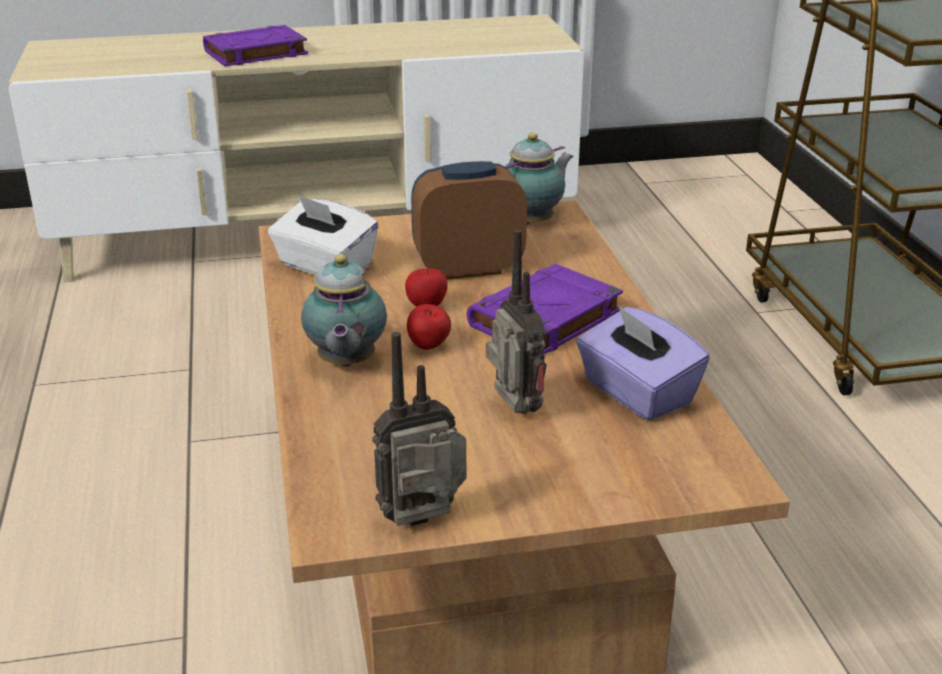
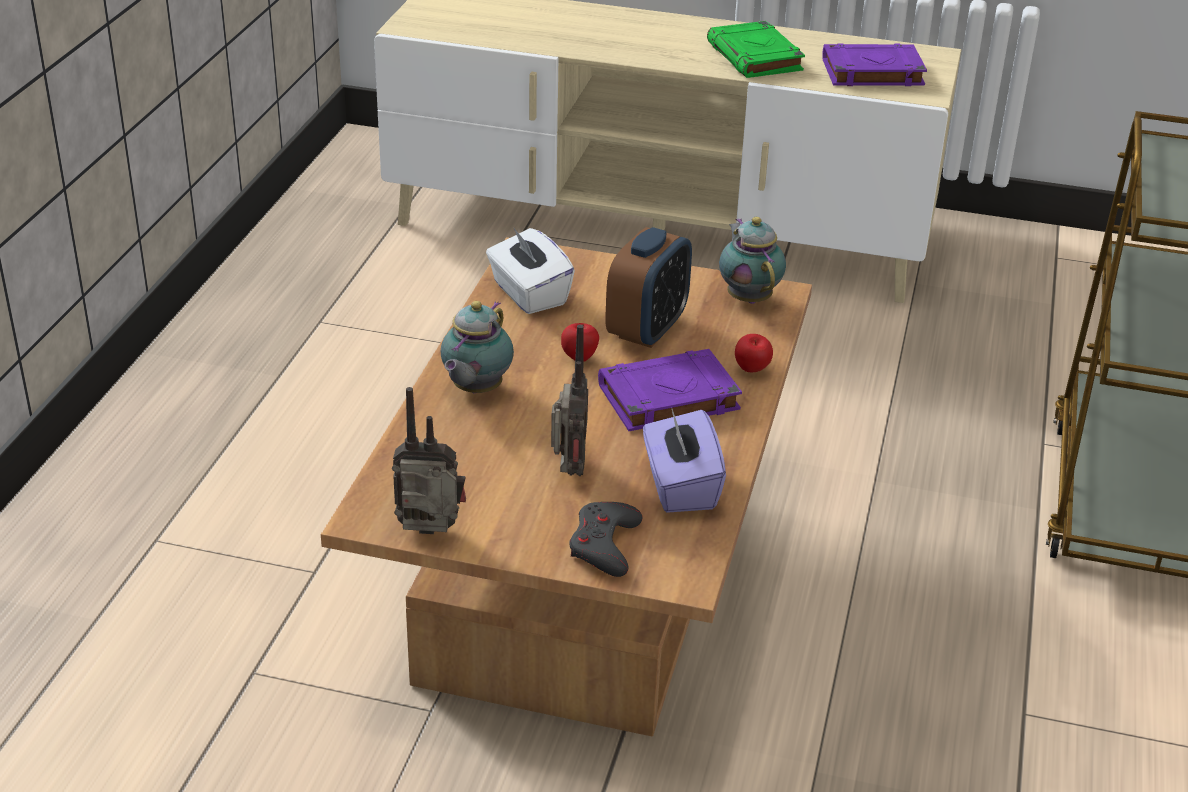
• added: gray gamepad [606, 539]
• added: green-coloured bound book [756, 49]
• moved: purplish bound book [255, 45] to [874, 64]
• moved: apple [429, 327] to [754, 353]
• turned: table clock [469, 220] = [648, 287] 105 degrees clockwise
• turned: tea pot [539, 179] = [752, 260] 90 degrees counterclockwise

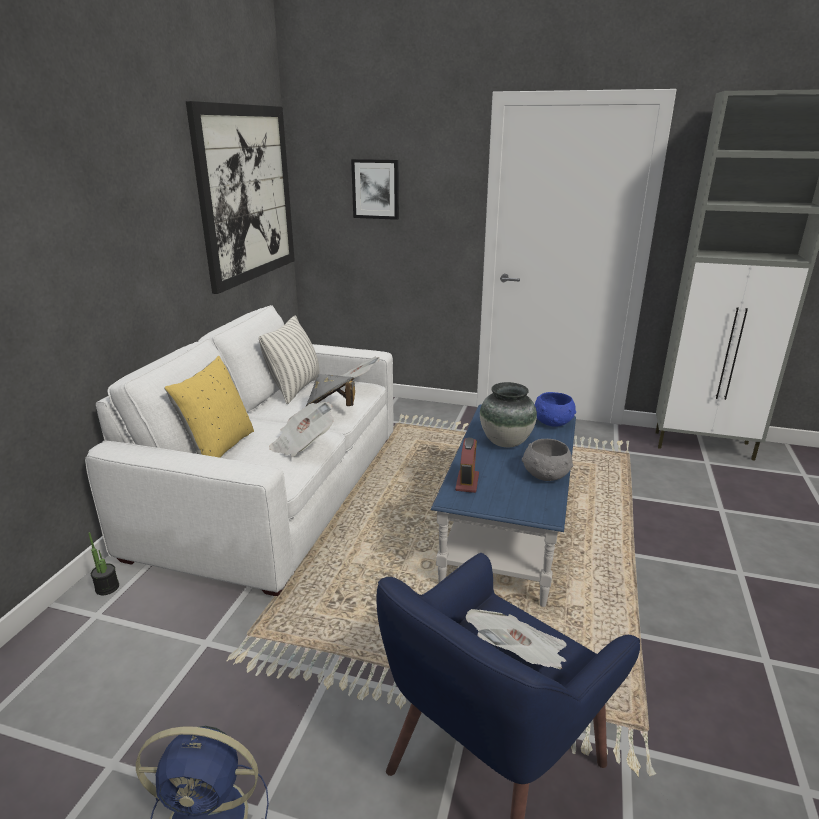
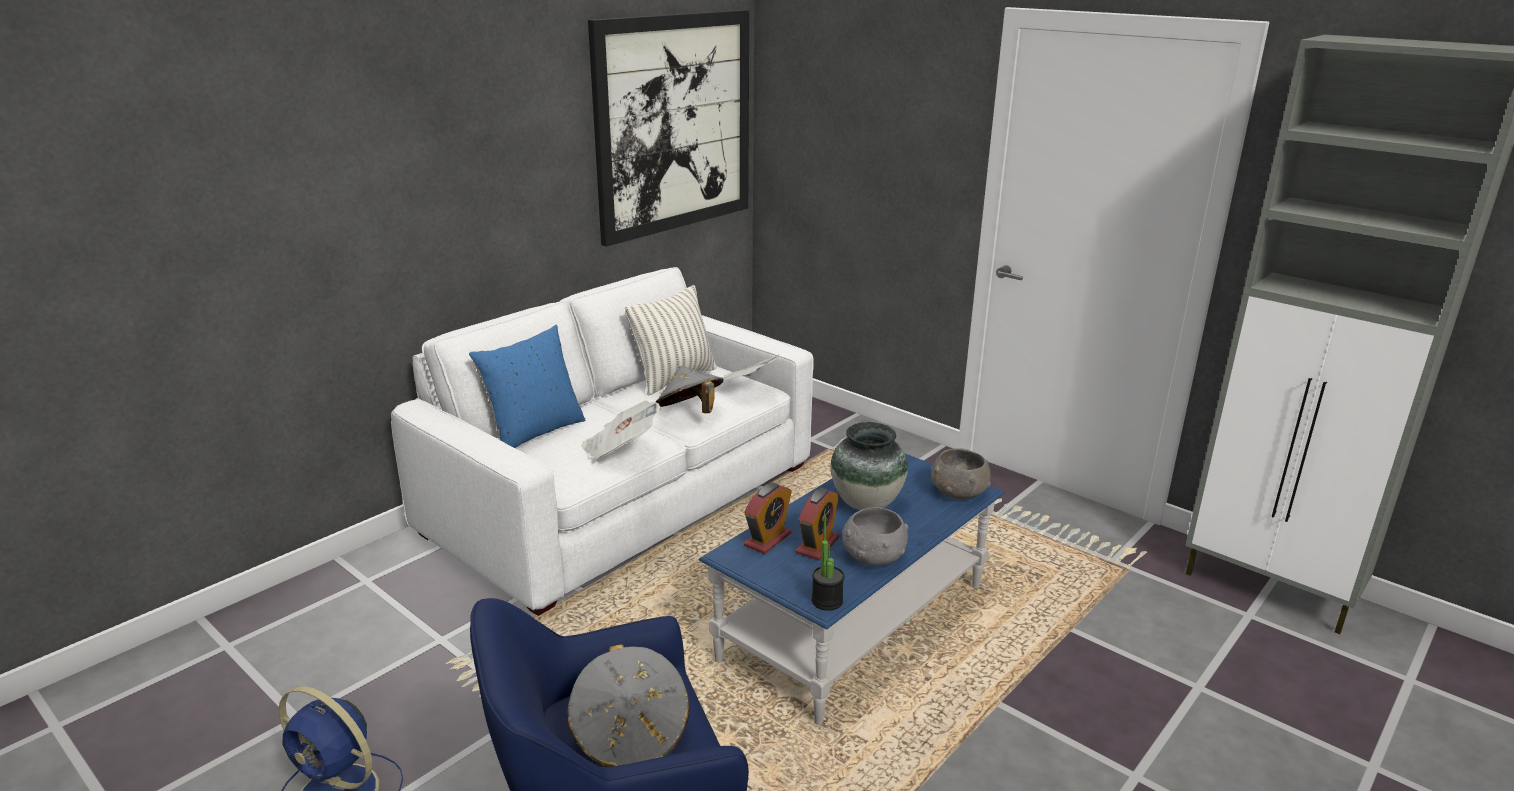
• removed: picture [375, 189]
• added: table clock [817, 524]
• moved: plant in a pot [103, 563] to [827, 564]
• replaced: newspaper [516, 639] to gray wearable hat [628, 705]
• recoloured: yellow-coloured cushion [209, 407] to blue cushion [527, 386]
• recoloured: blue bowl [555, 409] to gray bowl [961, 473]

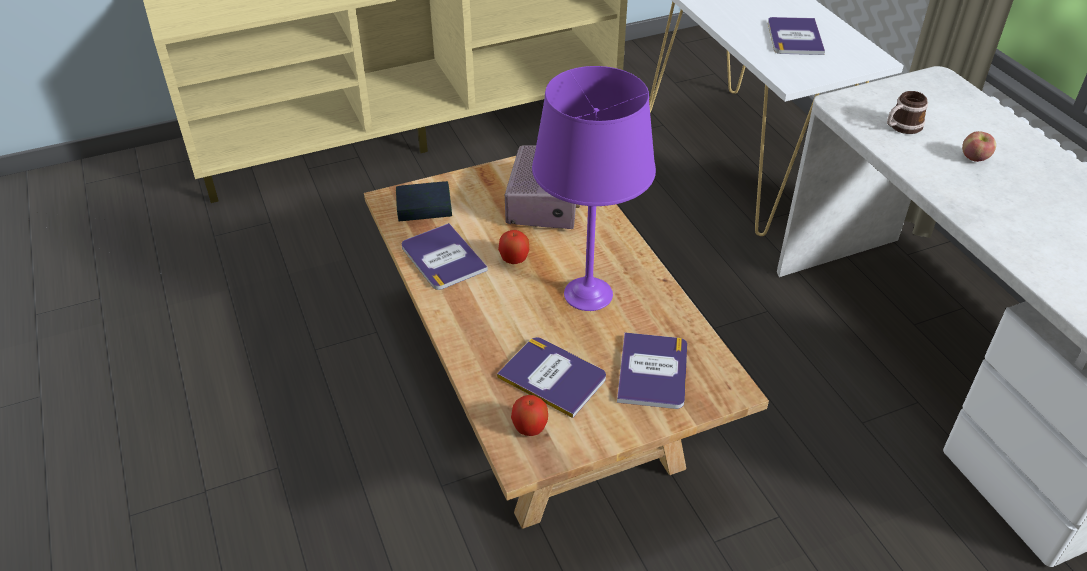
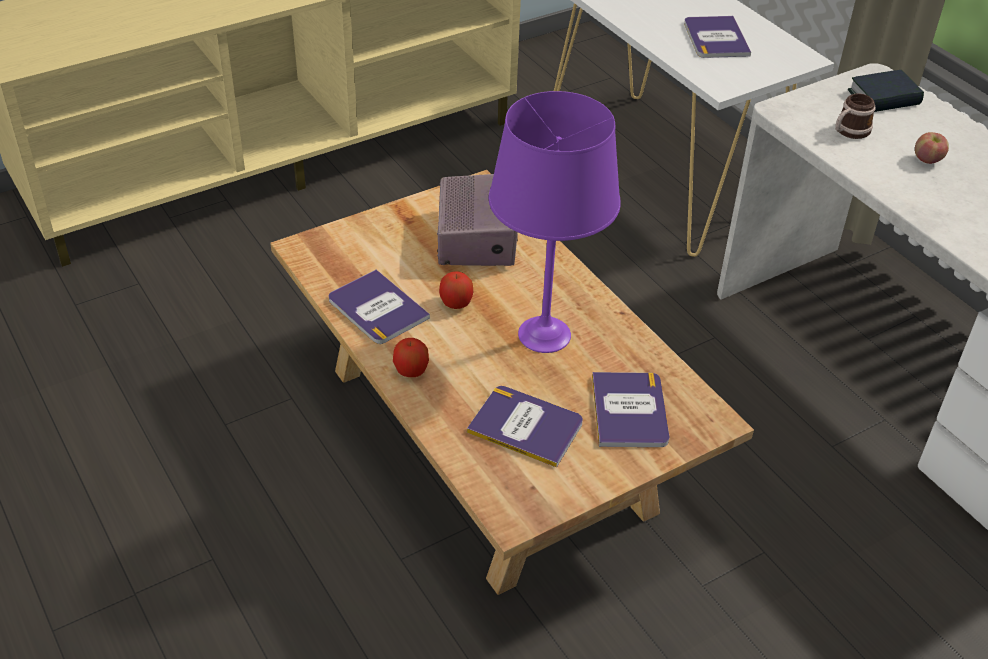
• moved: bound book [424, 201] to [886, 91]
• moved: apple [529, 415] to [411, 357]

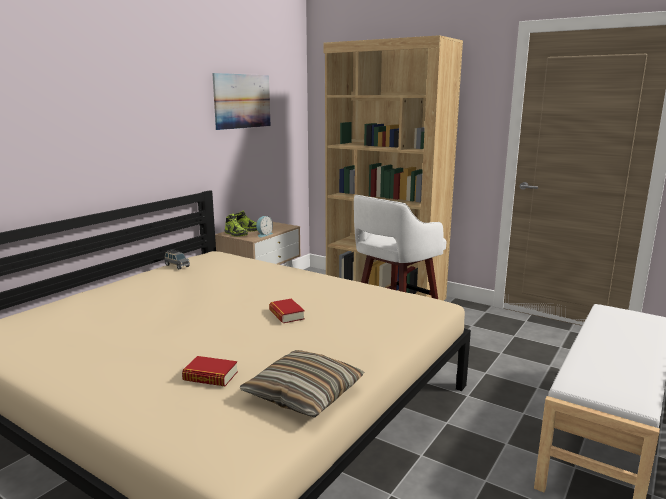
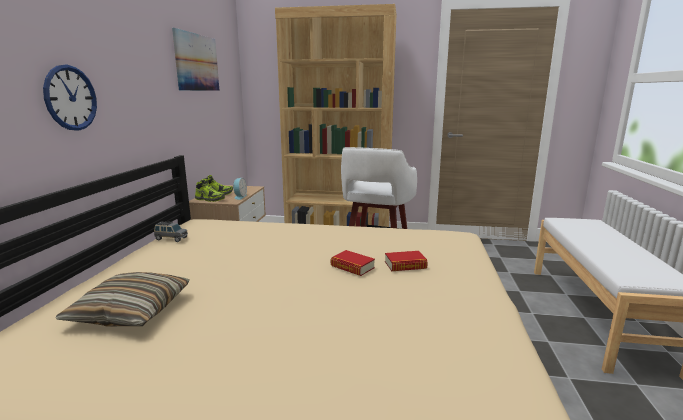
• added: wall clock [70, 98]
• moved: bound book [210, 371] to [406, 261]
• moved: cushion [302, 384] to [122, 299]

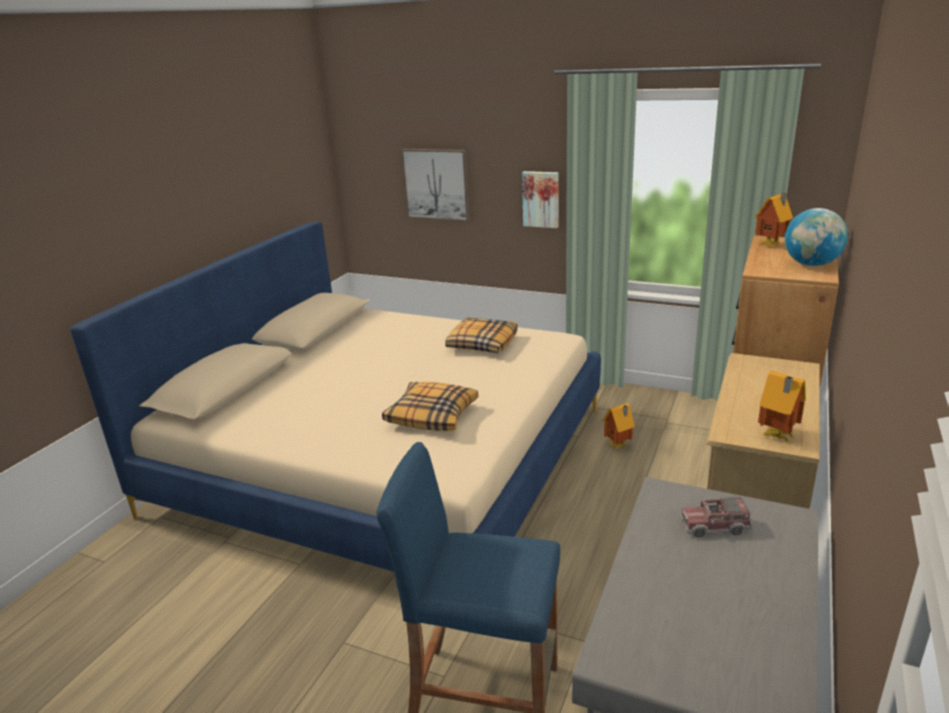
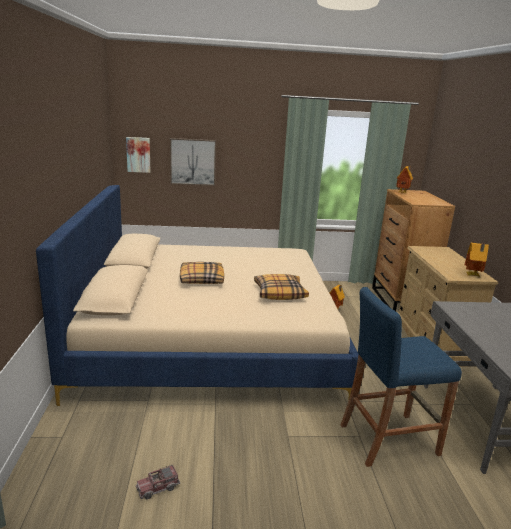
• removed: desk globe [816, 237]
• moved: cushion [481, 335] to [202, 273]
• moved: picture [540, 199] to [138, 155]
• moved: toy lorry [716, 517] to [158, 482]

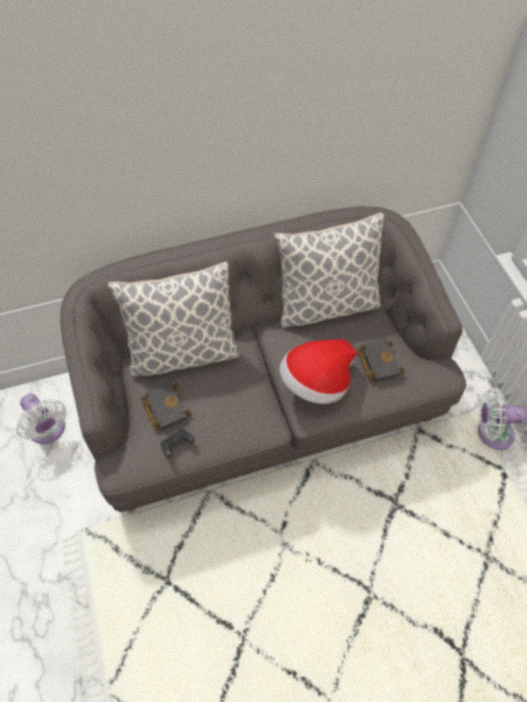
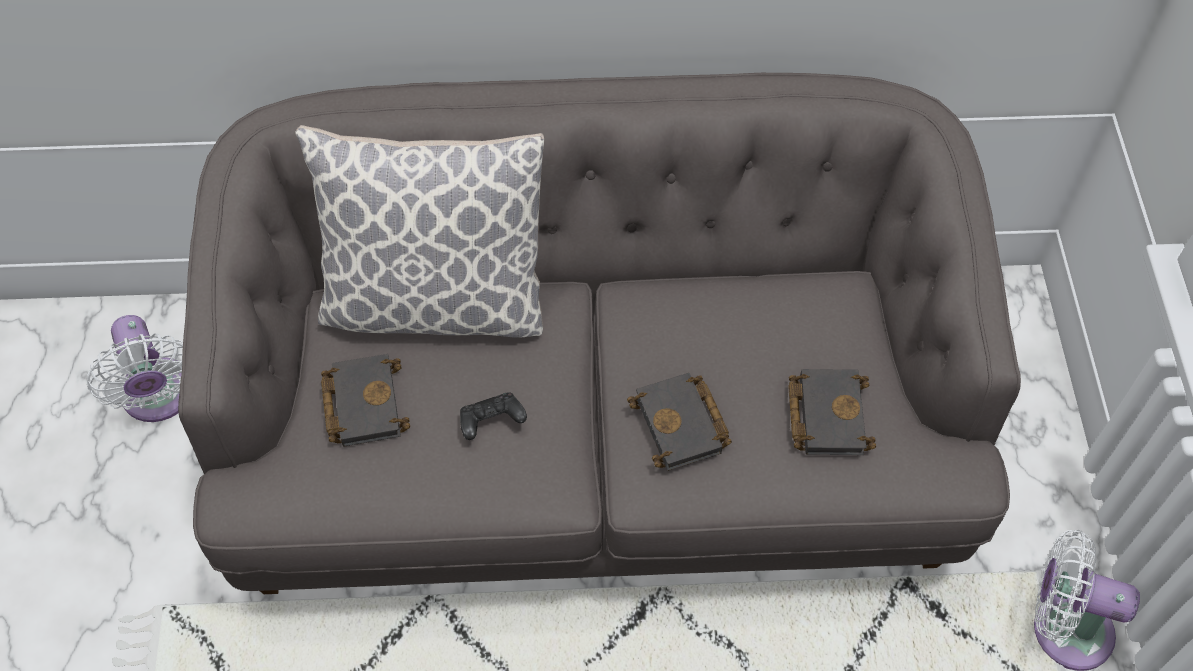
• removed: cushion [329, 269]
• moved: black gamepad [177, 443] to [493, 416]
• replaced: wearable hat [319, 371] to black bound book [679, 422]

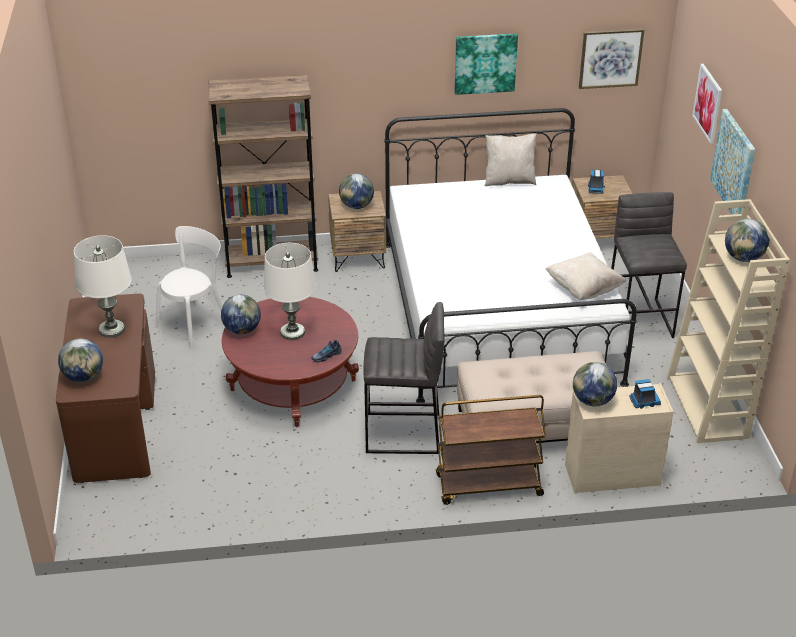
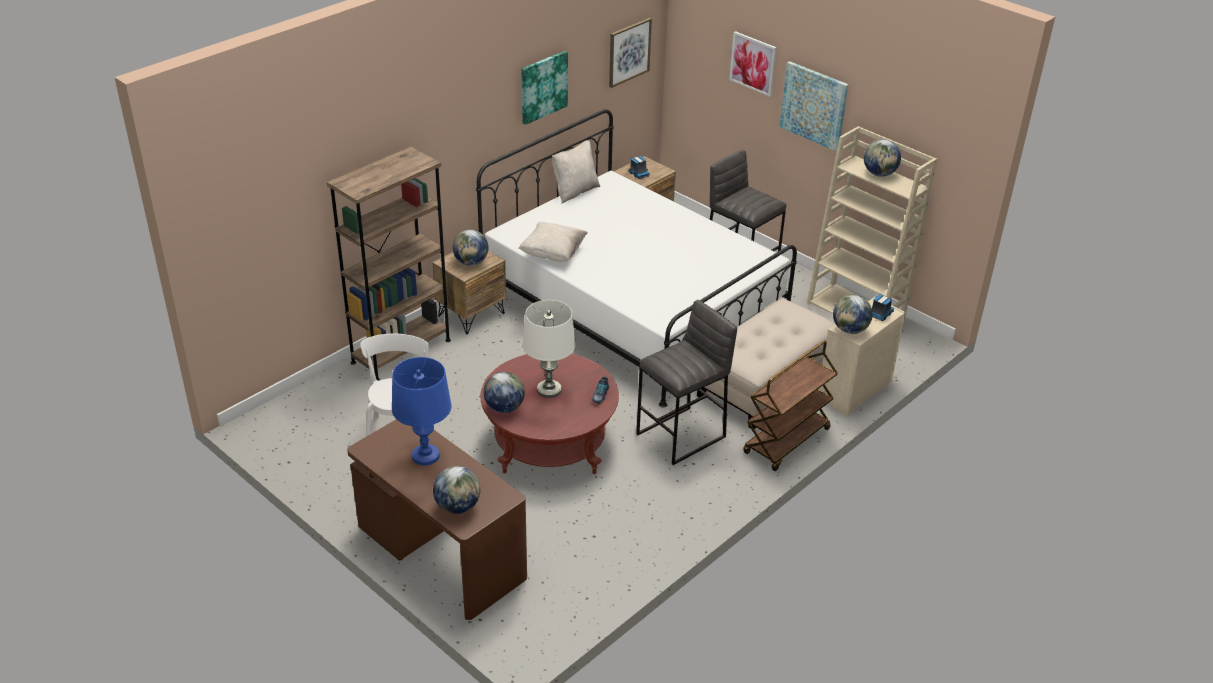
• moved: sand-coloured cushion [586, 276] to [553, 242]
• recoloured: whitish tabletop lamp [103, 286] to blue tabletop lamp [421, 411]

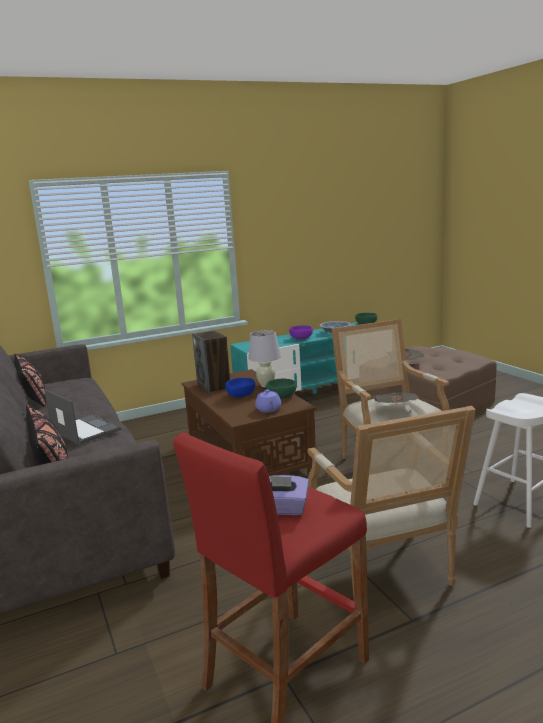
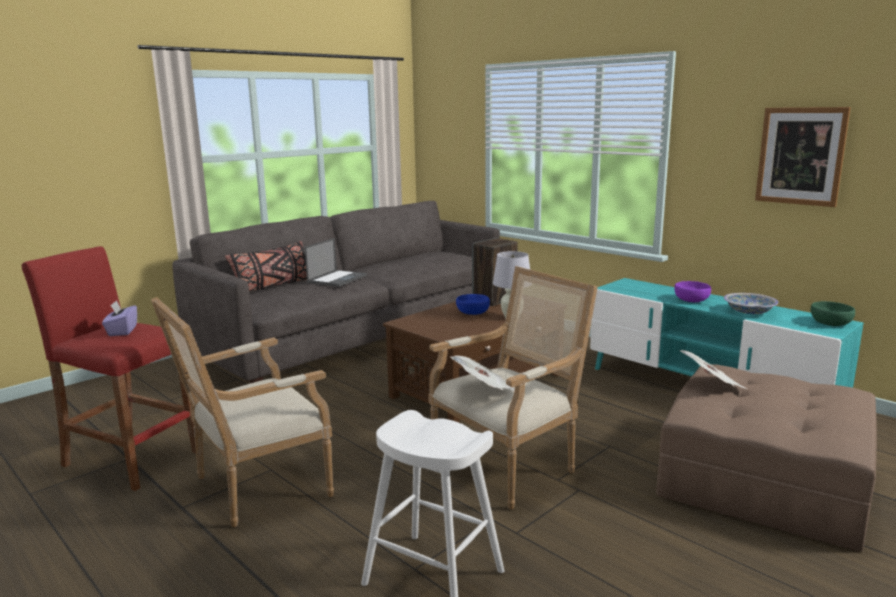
• removed: black cushion [30, 379]
• removed: purplish tea pot [268, 400]
• removed: green-coloured bowl [281, 389]
• added: picture [803, 157]

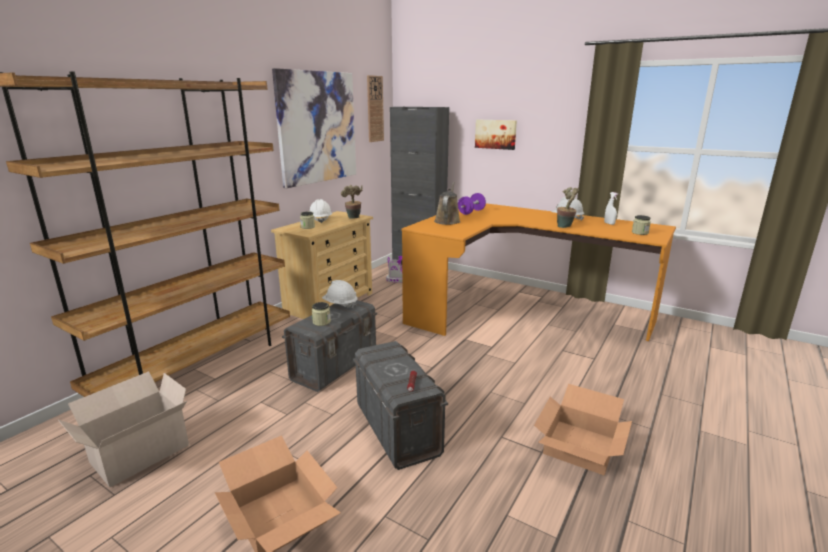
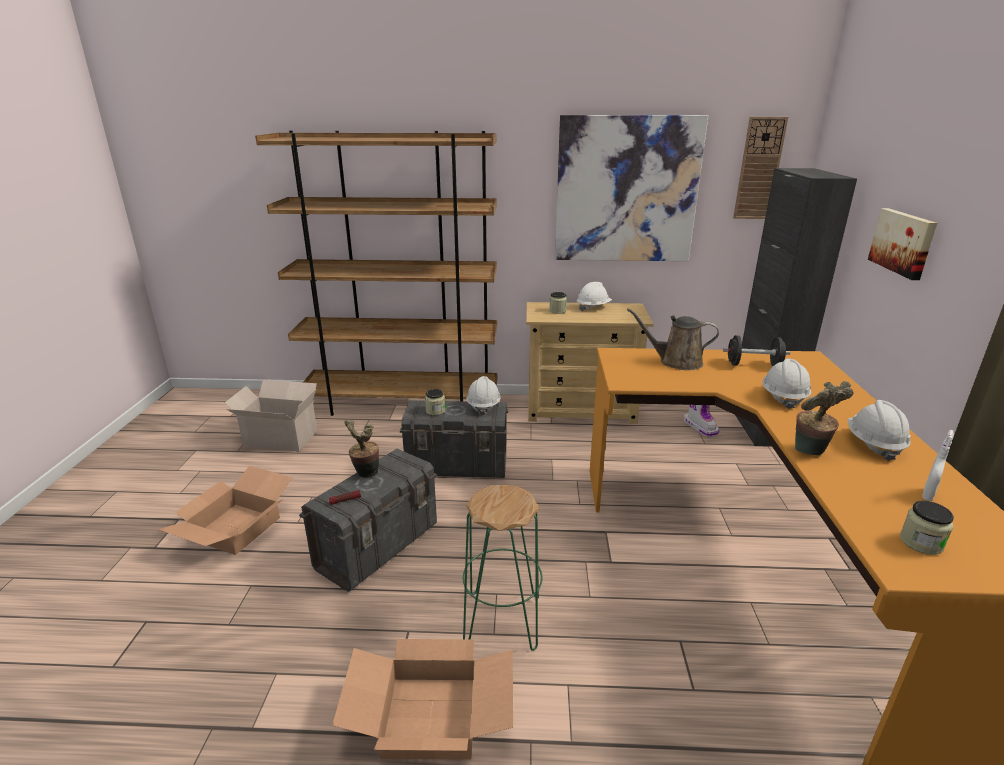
• added: green-coloured sitting stool [503, 568]
• added: whitish safety helmet [786, 383]
• moved: plant in a pot [351, 202] to [361, 449]
• recoloured: purplish free weight [472, 204] to black free weight [756, 351]
• turned: brown-coloured sprinkling can [447, 203] = [673, 339] 150 degrees counterclockwise

